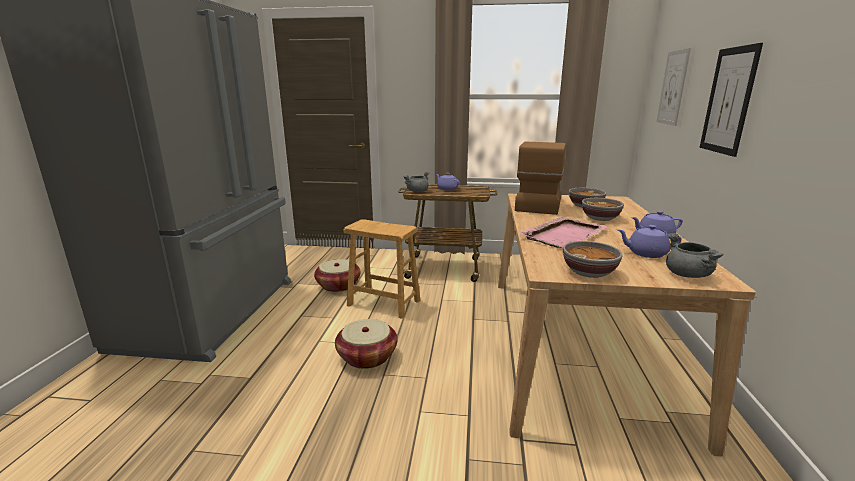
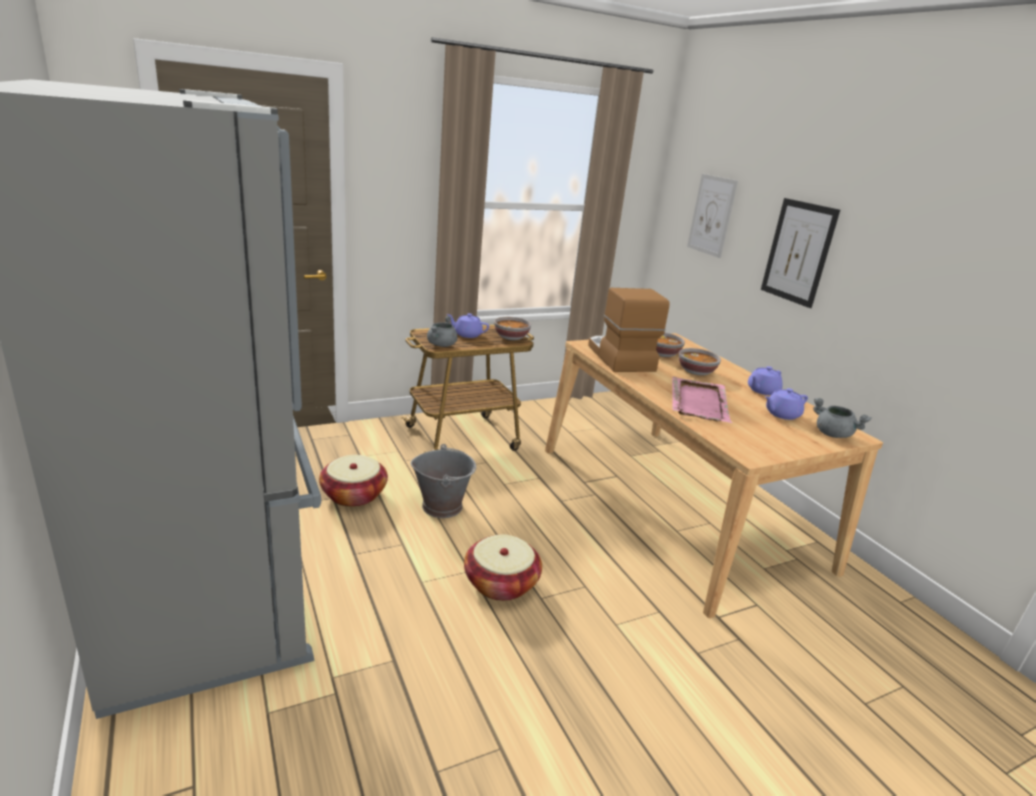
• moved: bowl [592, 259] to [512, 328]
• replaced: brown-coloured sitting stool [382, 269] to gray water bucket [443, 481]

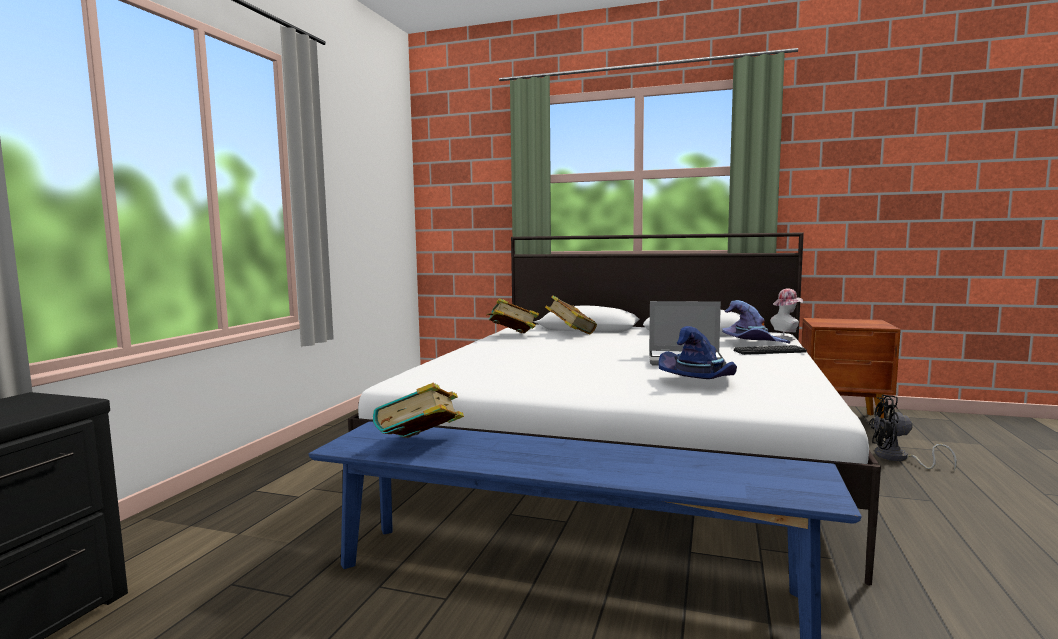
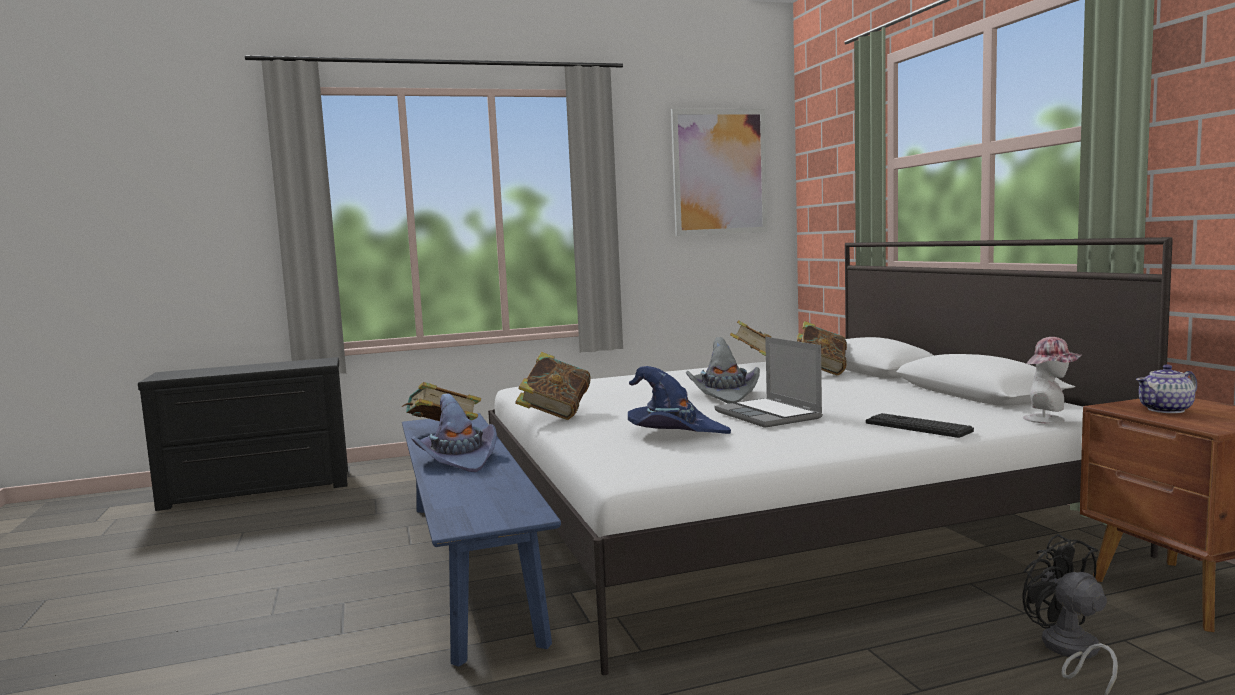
• added: bound book [552, 386]
• added: picture [719, 172]
• added: gray wearable hat [722, 370]
• added: tea pot [1166, 389]
• moved: purplish wearable hat [756, 322] to [454, 433]

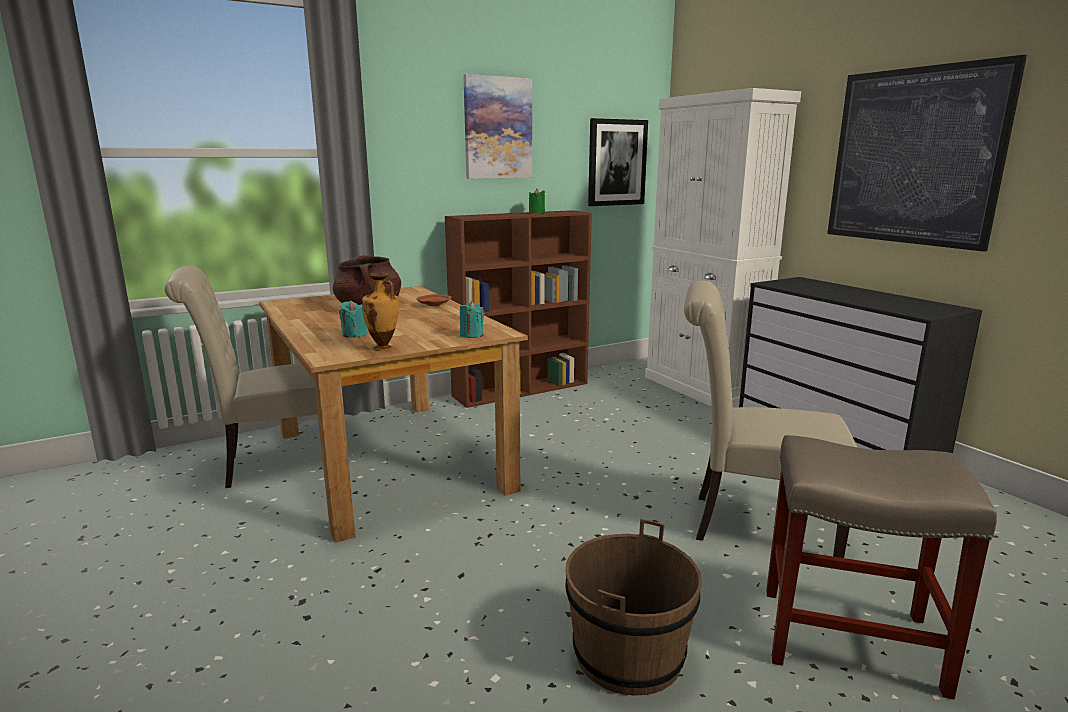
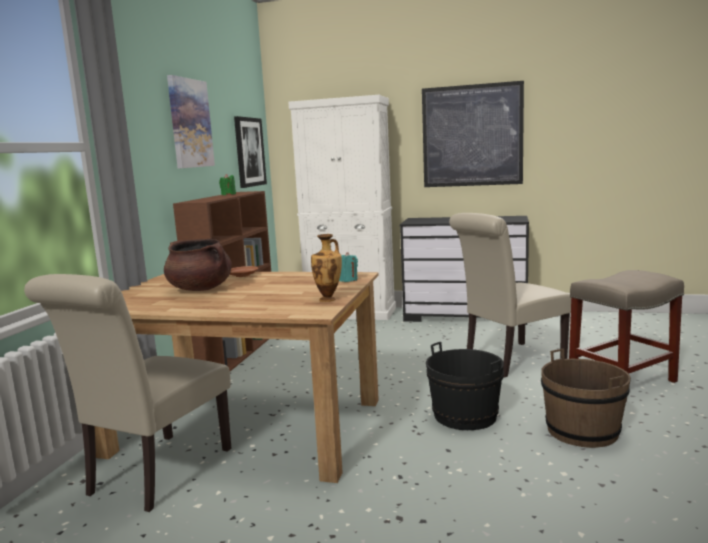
• removed: turquoise-coloured candle [353, 319]
• added: black water bucket [465, 386]

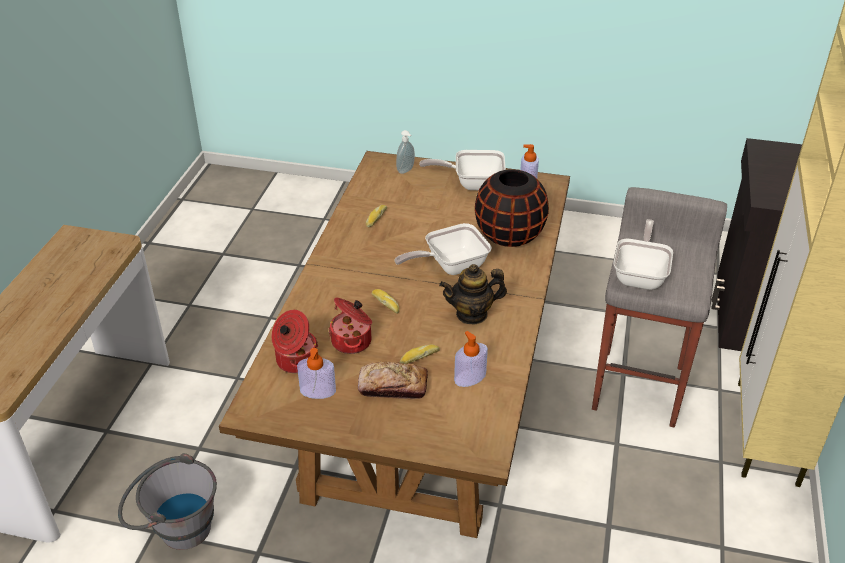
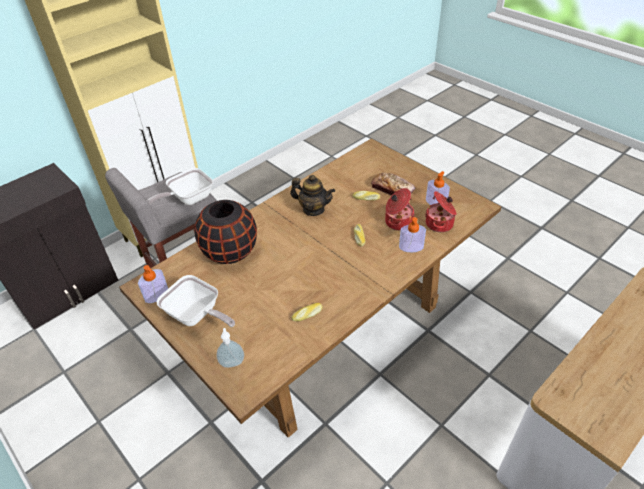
• removed: gray water bucket [167, 501]
• removed: frying pan [443, 249]
• moved: soap bottle [471, 359] to [412, 234]

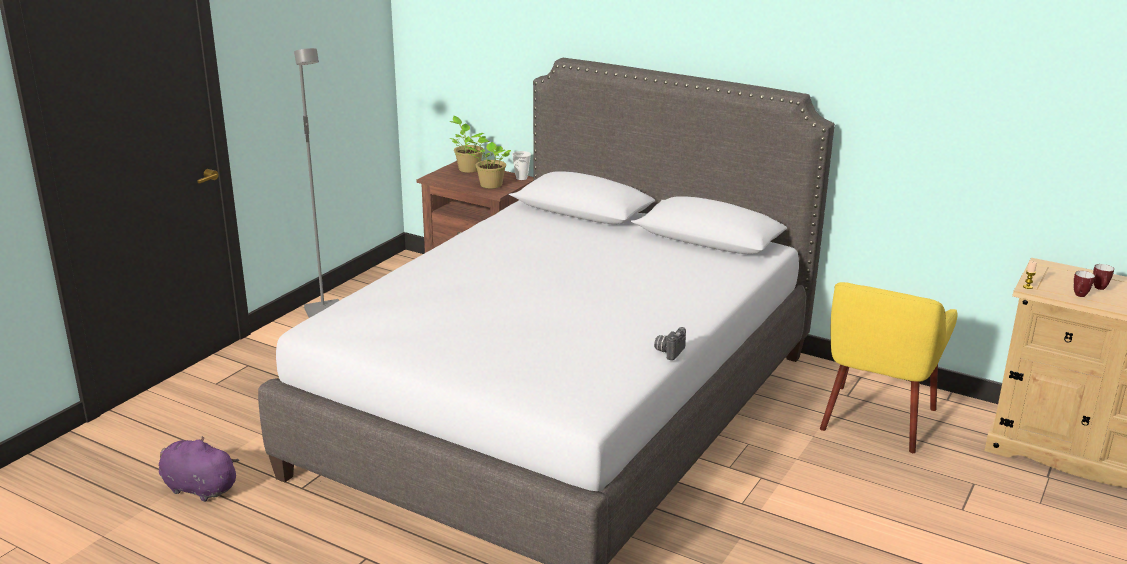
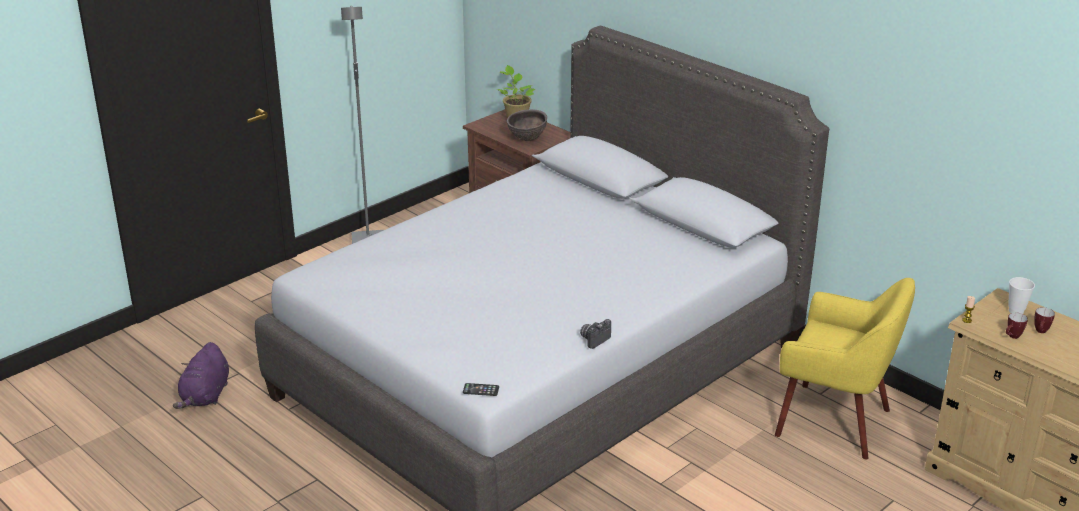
• added: phone [481, 389]
• moved: drinking cup [521, 165] to [1021, 295]
• replaced: plant in a pot [487, 164] to brown-coloured bowl [527, 125]
• turned: purplish cuddly toy [199, 469] = [201, 375] 120 degrees counterclockwise
• turned: yellow-coloured easy chair [889, 367] = [845, 368] 105 degrees counterclockwise

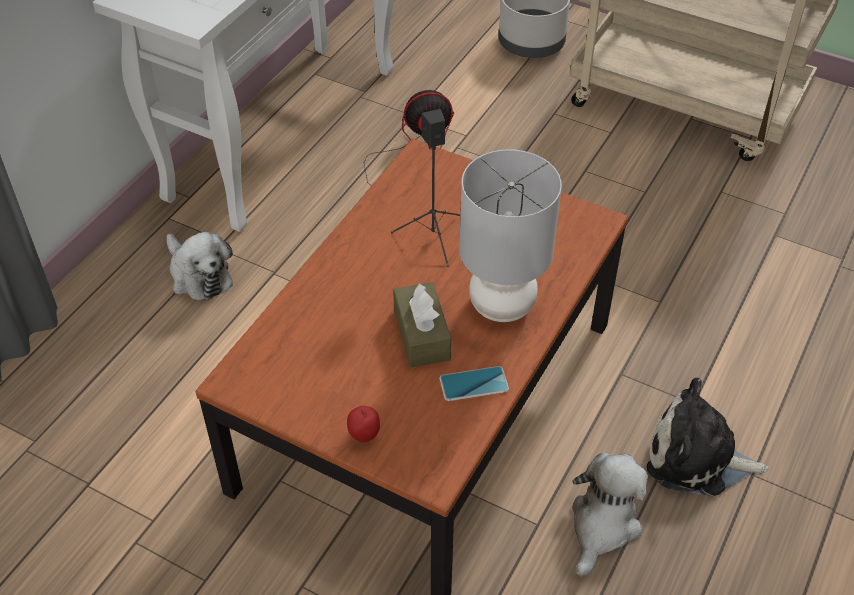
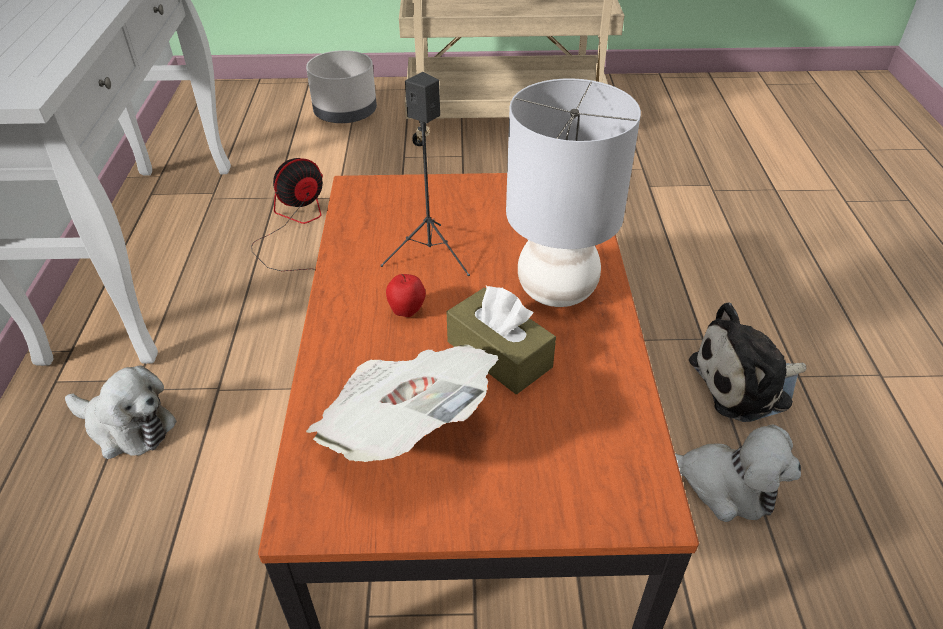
• removed: phone [474, 383]
• added: newspaper [402, 403]
• moved: apple [363, 424] to [406, 295]
• turned: cuddly toy [610, 514] = [738, 473] 120 degrees clockwise

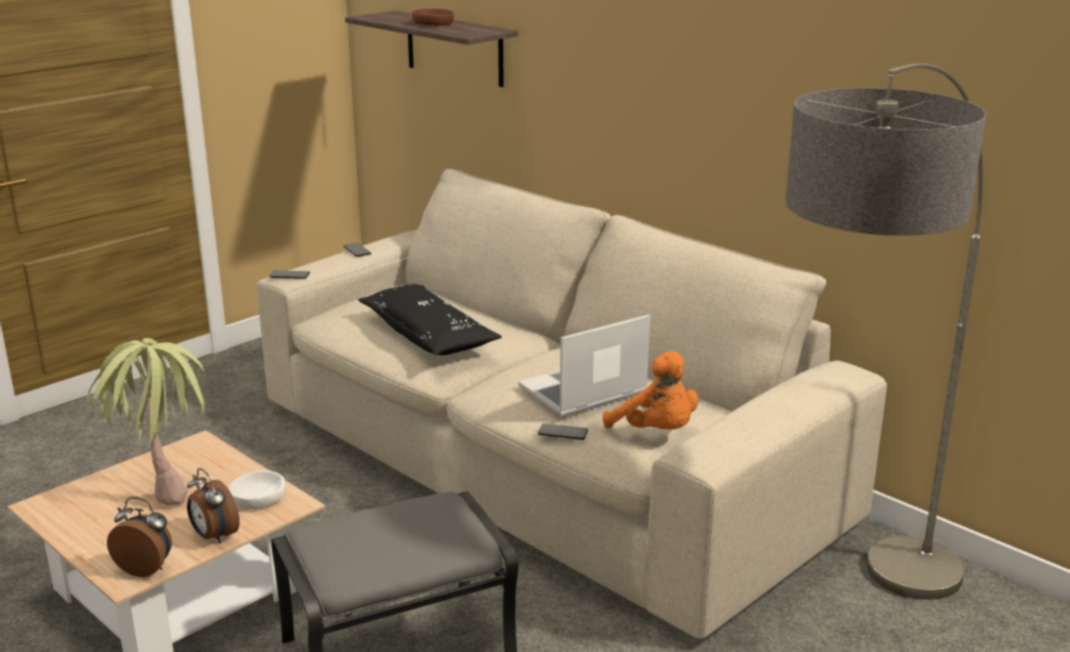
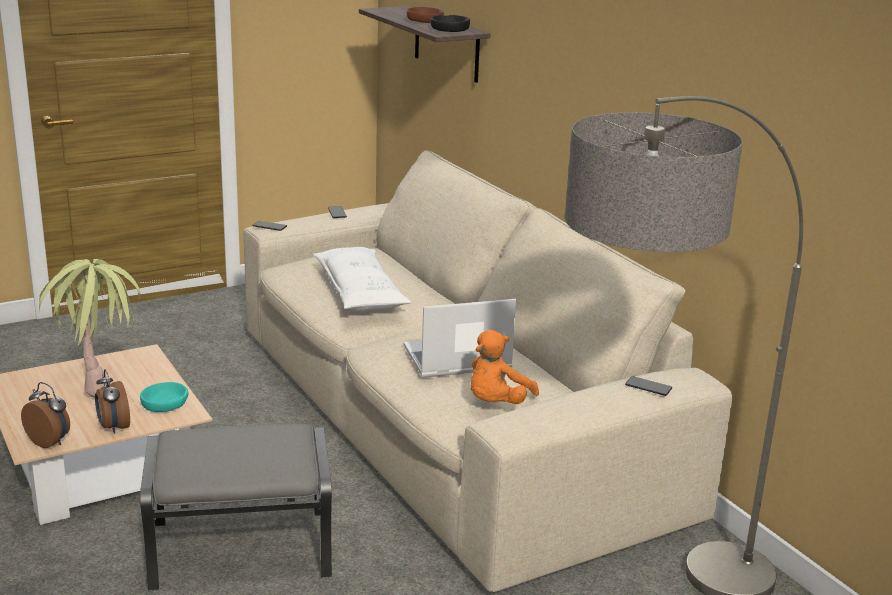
• added: black bowl [450, 23]
• moved: phone [563, 432] to [648, 386]
• recoloured: whitish bowl [257, 489] to turquoise-coloured bowl [164, 397]
• recoloured: black cushion [430, 319] to whitish cushion [362, 279]
• turned: orangey cuddly toy [650, 390] = [505, 367] 60 degrees clockwise

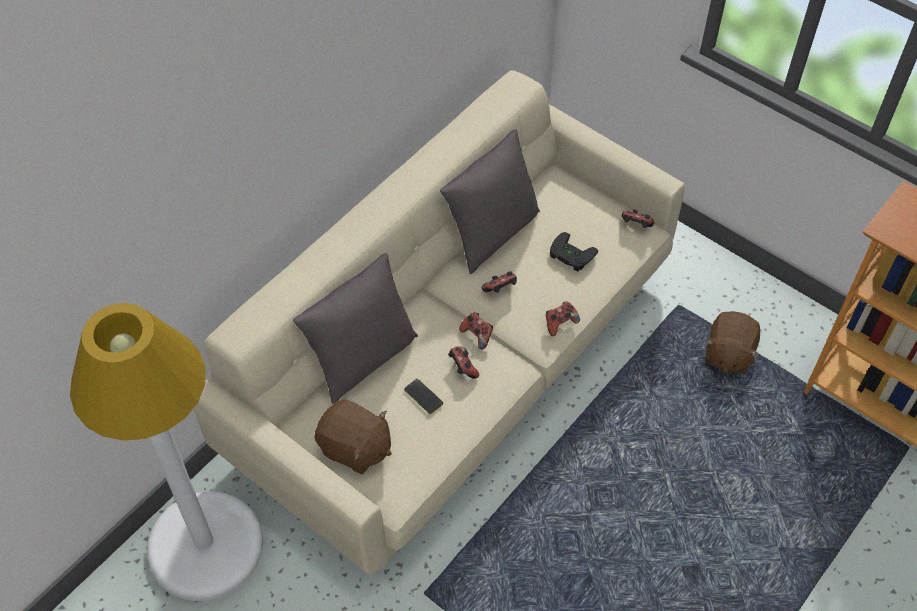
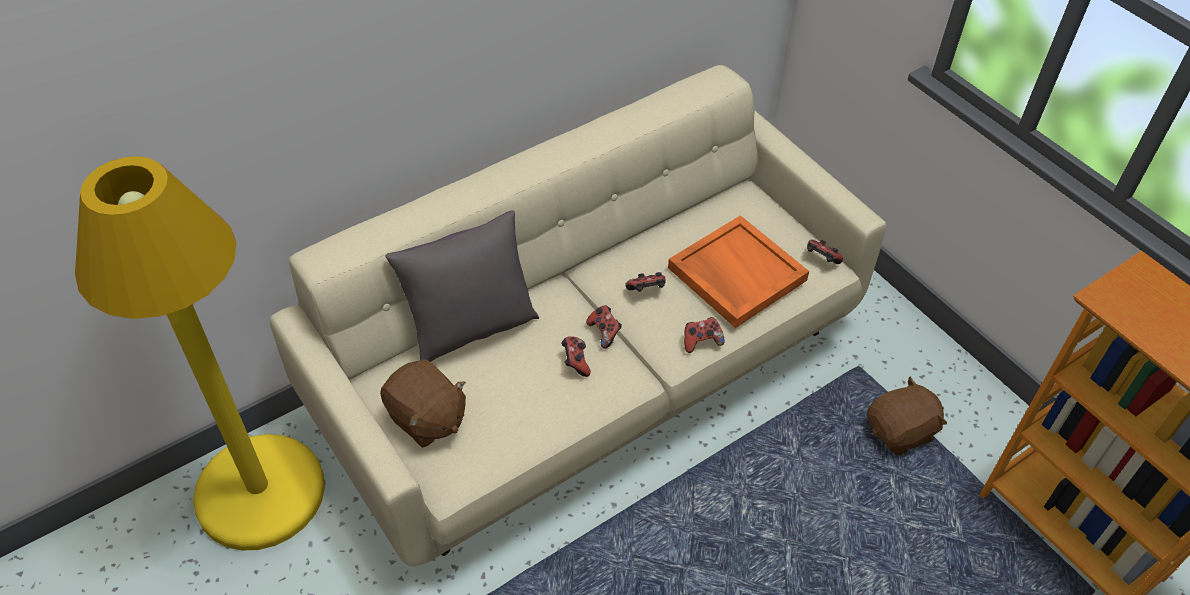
• removed: phone [423, 396]
• removed: gray cushion [490, 201]
• replaced: black gamepad [574, 252] to orangey carrying tray [738, 271]
• recoloured: whitish standing lamp [167, 452] to yellow-coloured standing lamp [200, 353]
• turned: brown-coloured cuddly toy [732, 342] = [907, 415] 150 degrees counterclockwise

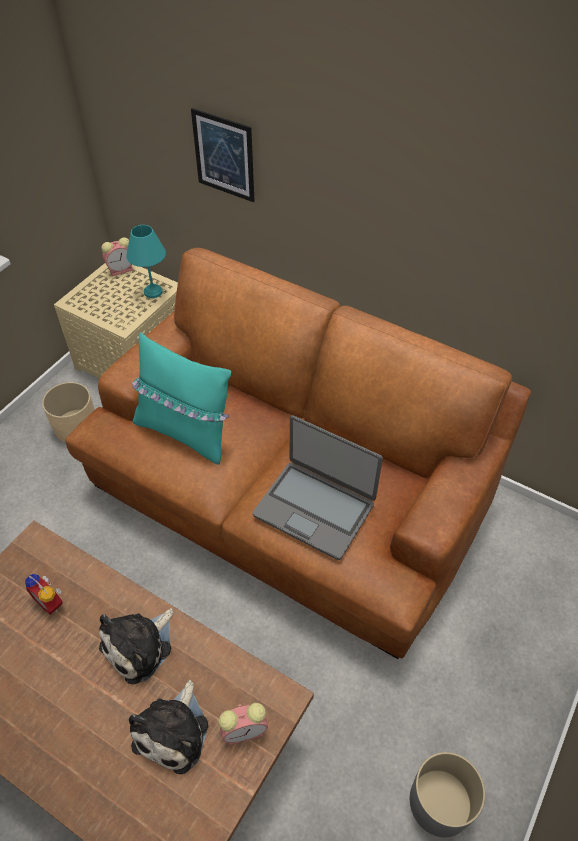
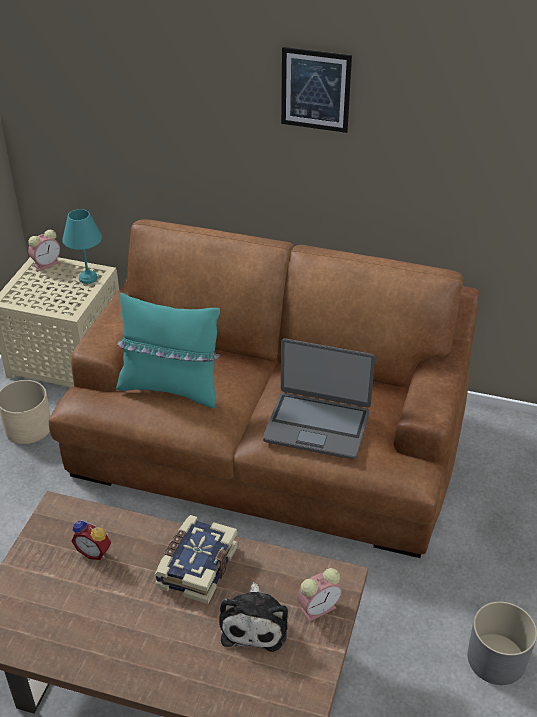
• moved: picture [222, 155] to [316, 90]
• replaced: cuddly toy [136, 646] to bound book [196, 559]

